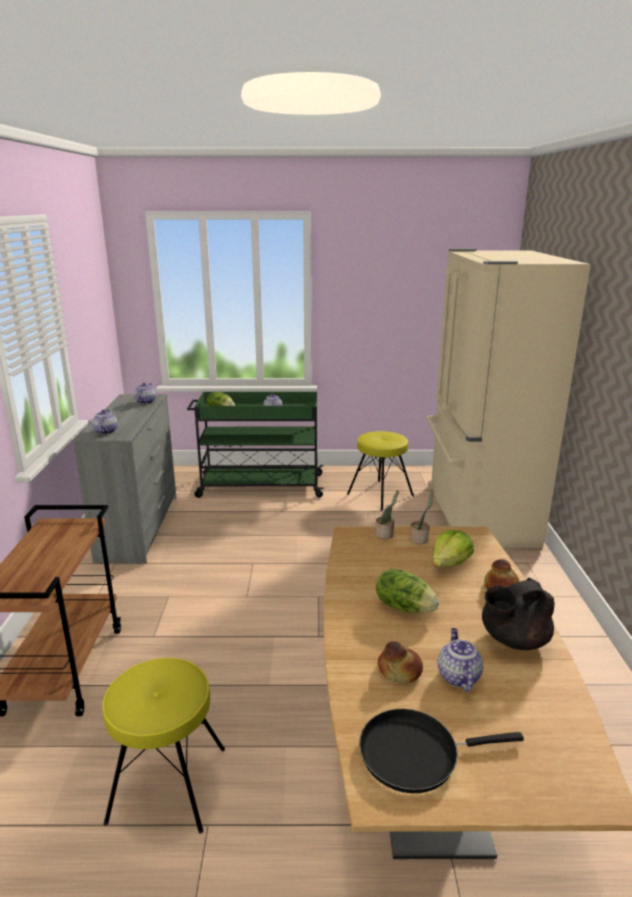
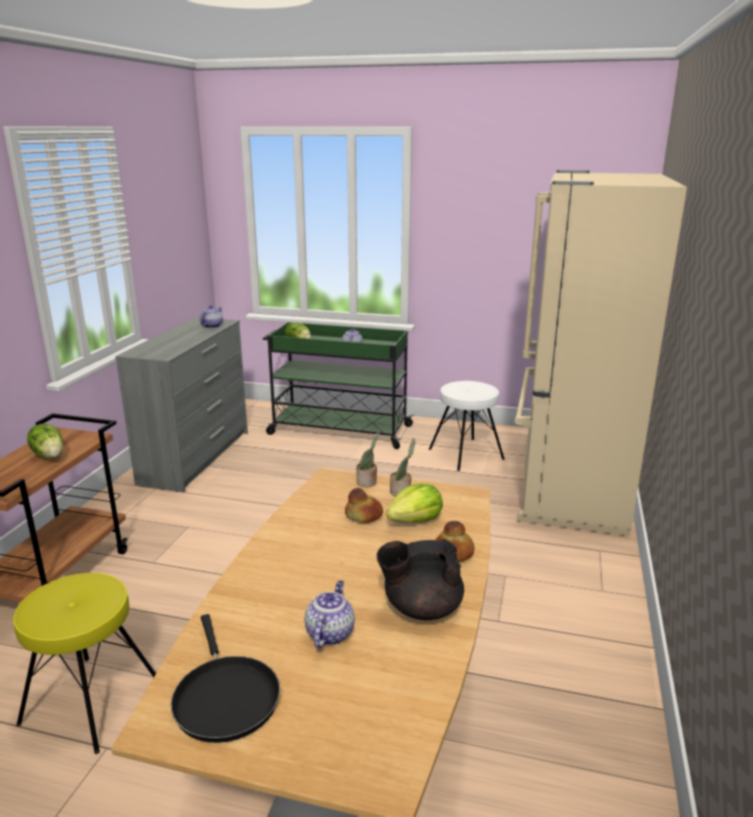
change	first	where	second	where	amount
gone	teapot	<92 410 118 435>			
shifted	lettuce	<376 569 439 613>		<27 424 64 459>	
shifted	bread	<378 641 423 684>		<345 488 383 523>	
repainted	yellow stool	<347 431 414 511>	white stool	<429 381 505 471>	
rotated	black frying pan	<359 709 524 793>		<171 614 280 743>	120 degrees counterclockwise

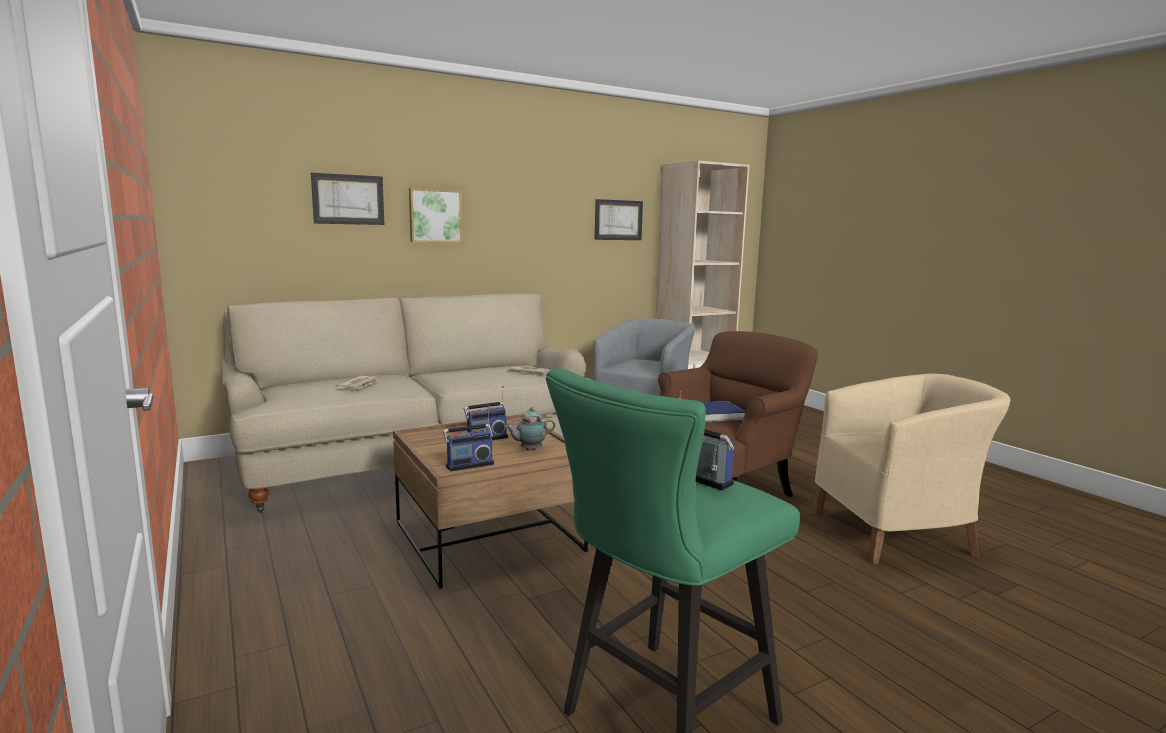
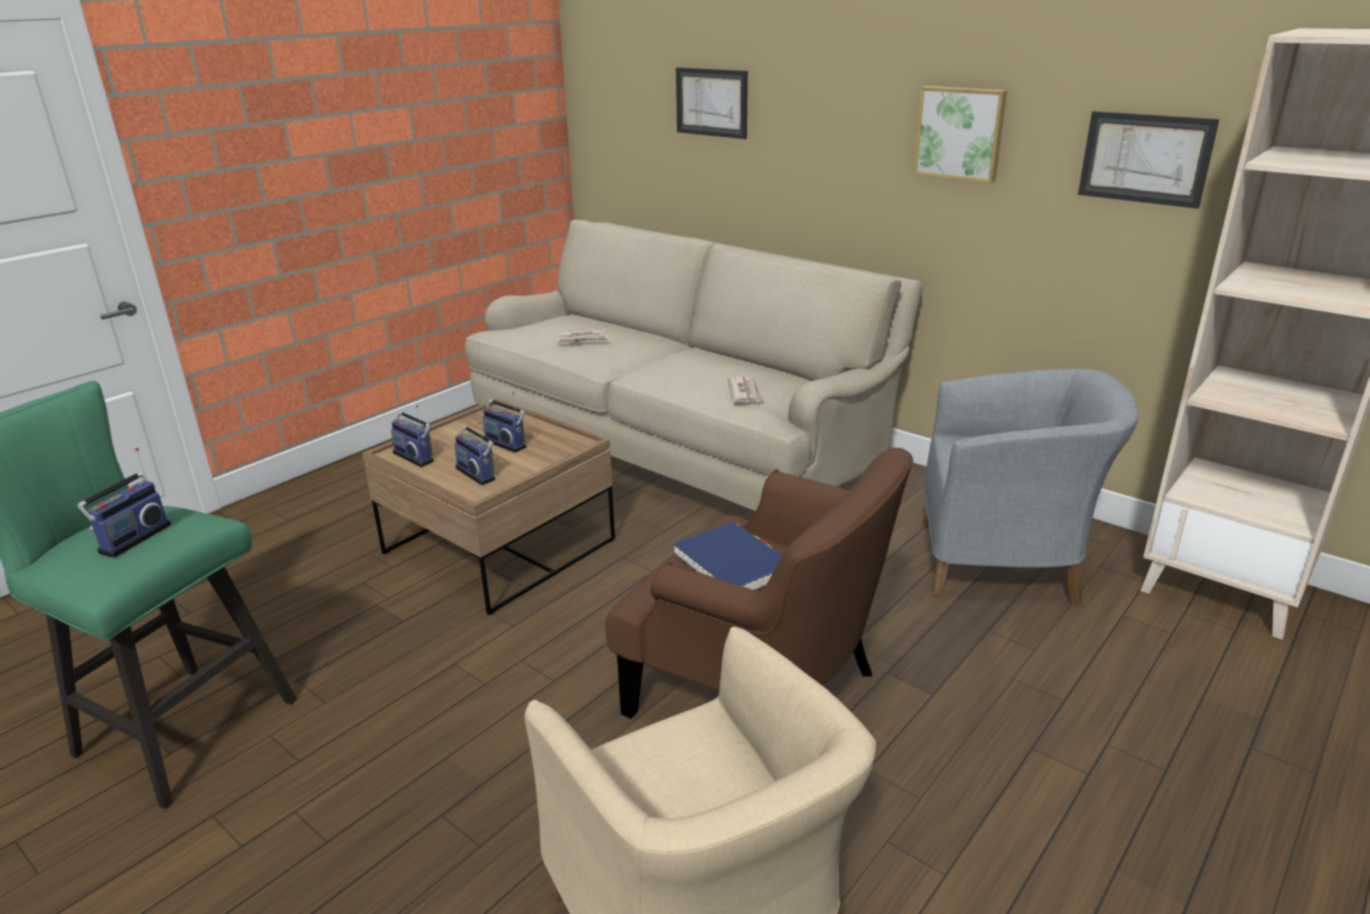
change	first	where	second	where	amount
shifted	picture	<409 188 462 243>		<913 86 1007 183>	
swapped	teapot	<505 407 555 450>	radio	<454 421 495 485>	

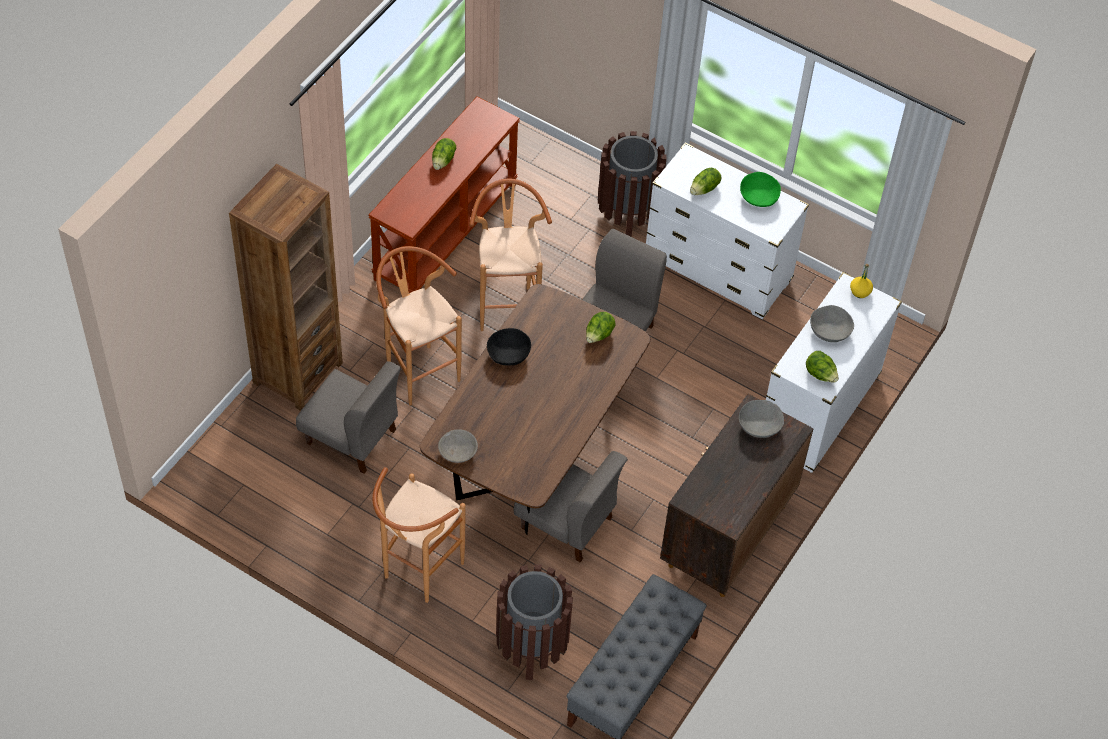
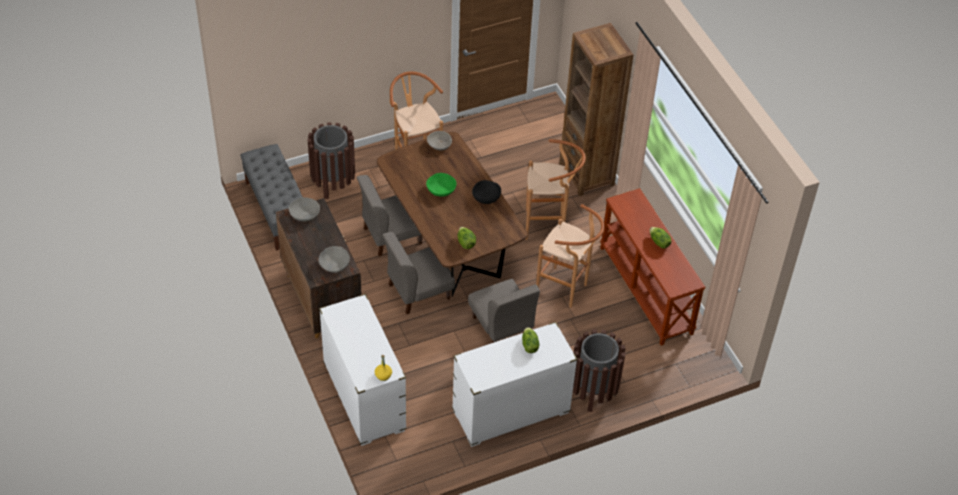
change	first	where	second	where	amount
gone	lettuce	<806 351 839 383>			
shifted	grey chair	<296 361 401 474>		<382 232 455 314>	
shifted	green bowl	<740 172 781 207>		<426 173 456 197>	
shifted	grey bowl	<810 305 854 342>		<289 197 320 222>	

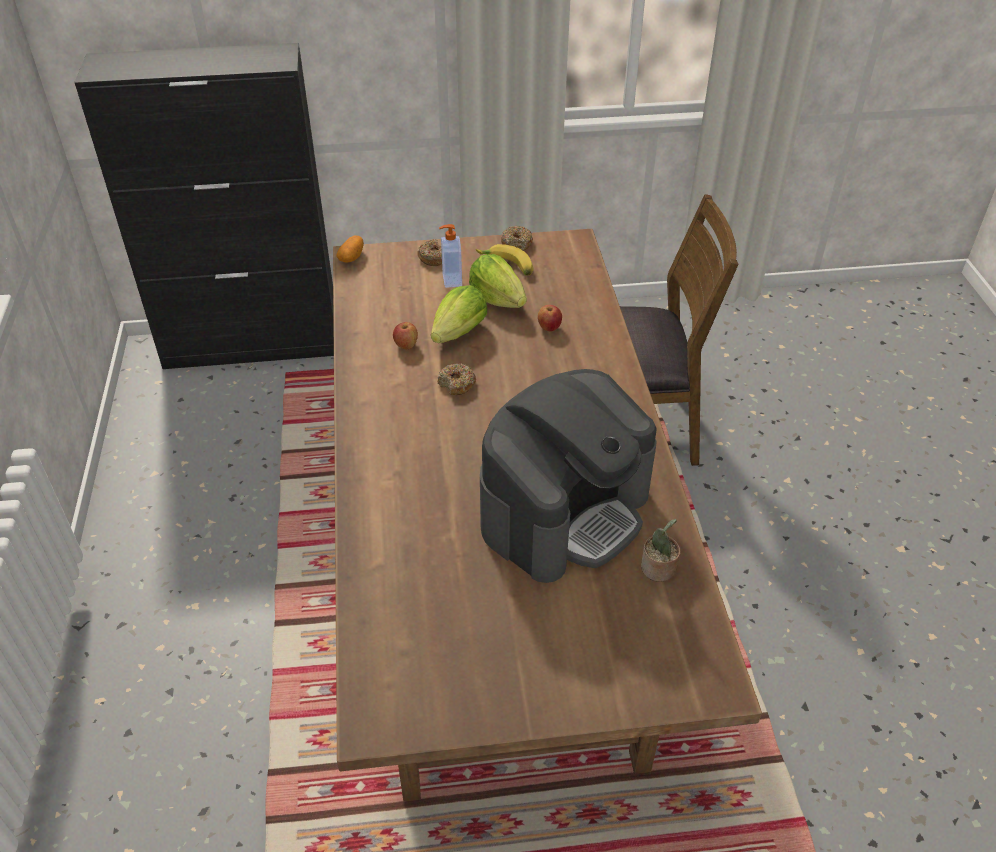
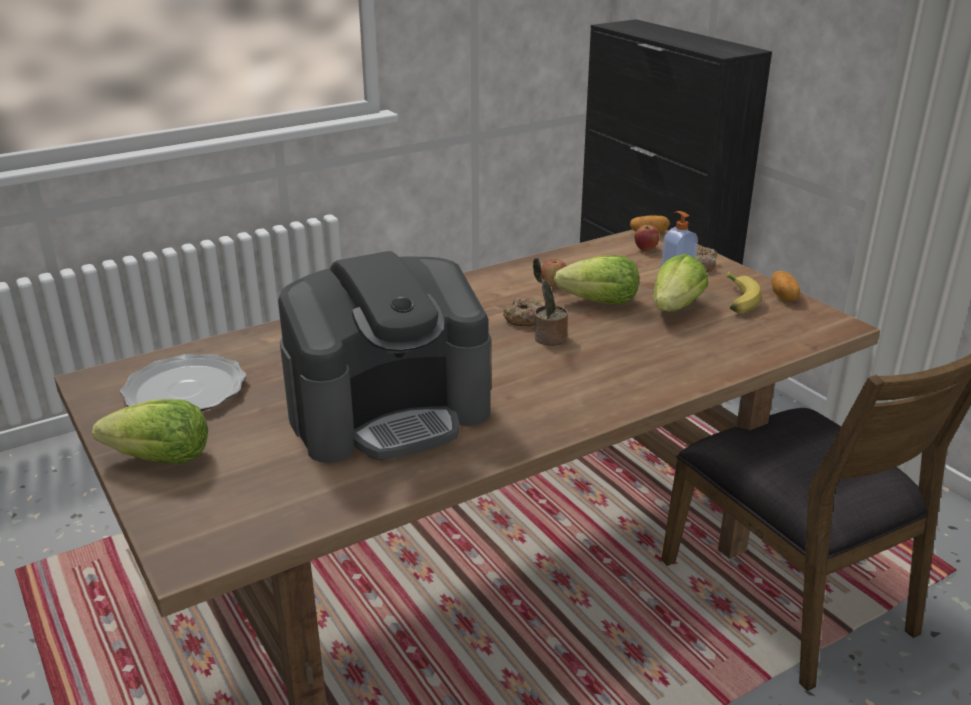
change	first	where	second	where	amount
new			lettuce	<92 399 208 464>	
new			plate	<120 354 246 411>	
shifted	apple	<538 305 562 331>		<635 225 659 251>	
shifted	potted plant	<641 519 681 582>		<533 258 568 346>	
swapped	donut	<501 226 533 251>	potato	<771 271 800 301>	
rotated	coffee machine	<480 369 657 583>		<278 251 491 463>	45 degrees counterclockwise

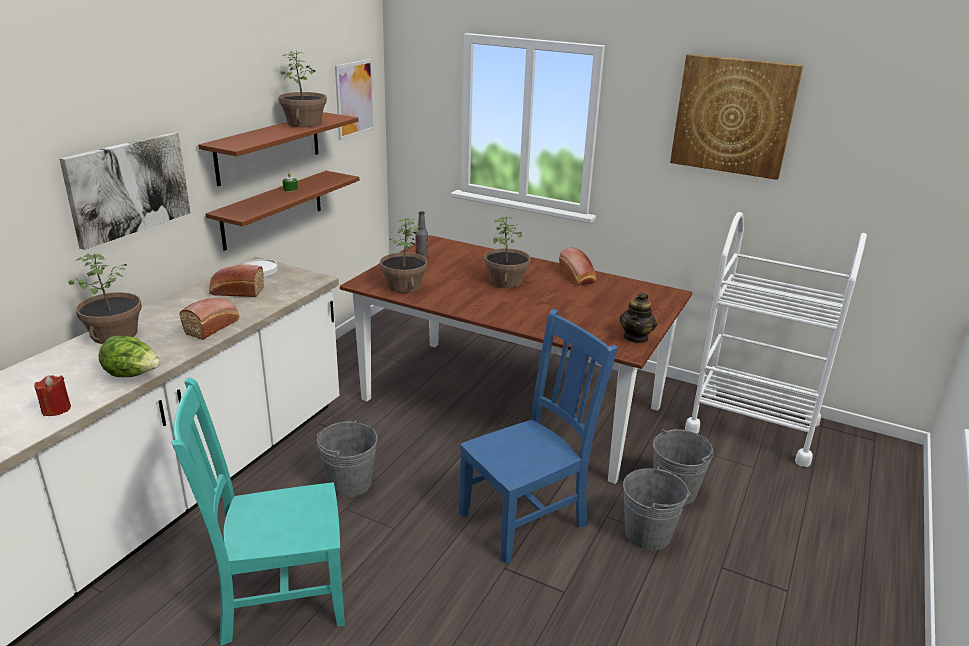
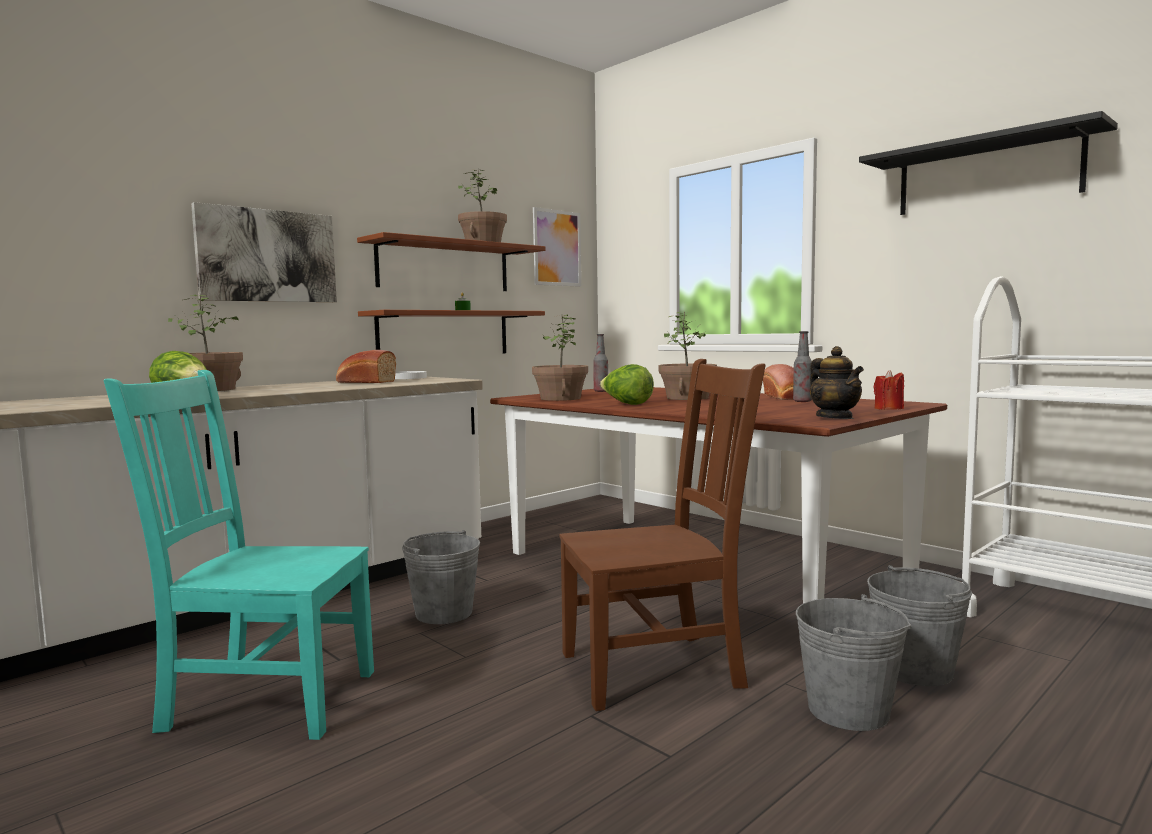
change	first	where	second	where	amount
gone	bread	<179 298 239 340>			
new			lettuce	<600 364 654 405>	
new			bottle	<793 331 812 402>	
shifted	red candle	<34 375 71 416>		<874 370 904 410>	
swapped	picture	<670 54 803 180>	black shelf	<859 111 1118 215>	
repainted	blue chair	<459 309 618 564>	brown chair	<559 359 766 711>	
rotated	teapot	<619 293 657 343>		<810 346 864 419>	60 degrees counterclockwise

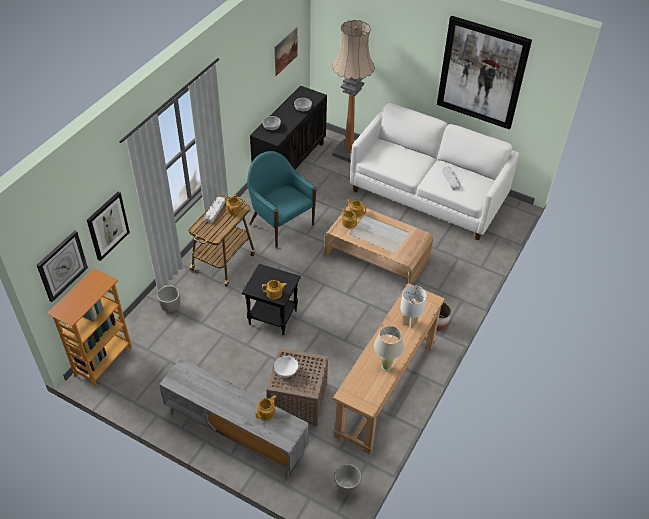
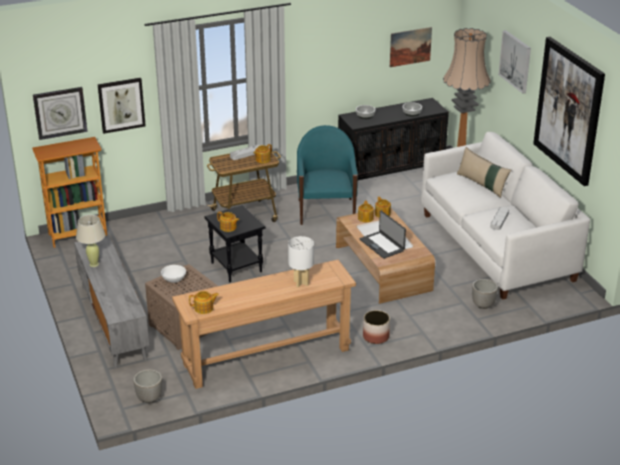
change	first	where	second	where	amount
new			laptop	<359 211 406 259>	
new			beige pillow	<457 147 511 198>	
new			picture	<498 30 531 94>	
shifted	planter	<157 286 181 312>		<472 279 498 309>	
shifted	teapot	<255 395 277 420>		<189 291 219 314>	
shifted	beige table lamp	<374 326 404 371>		<76 215 105 267>	

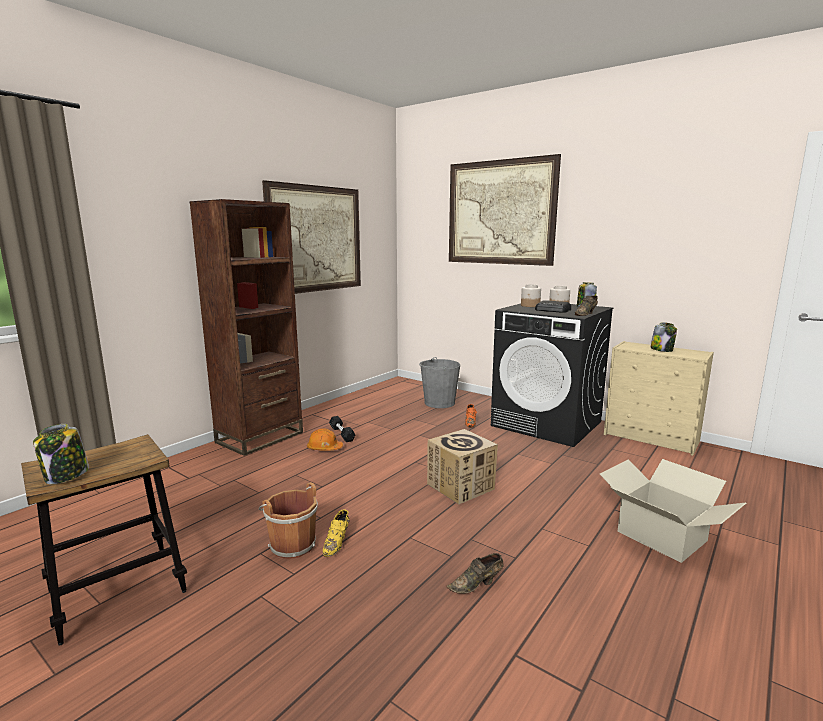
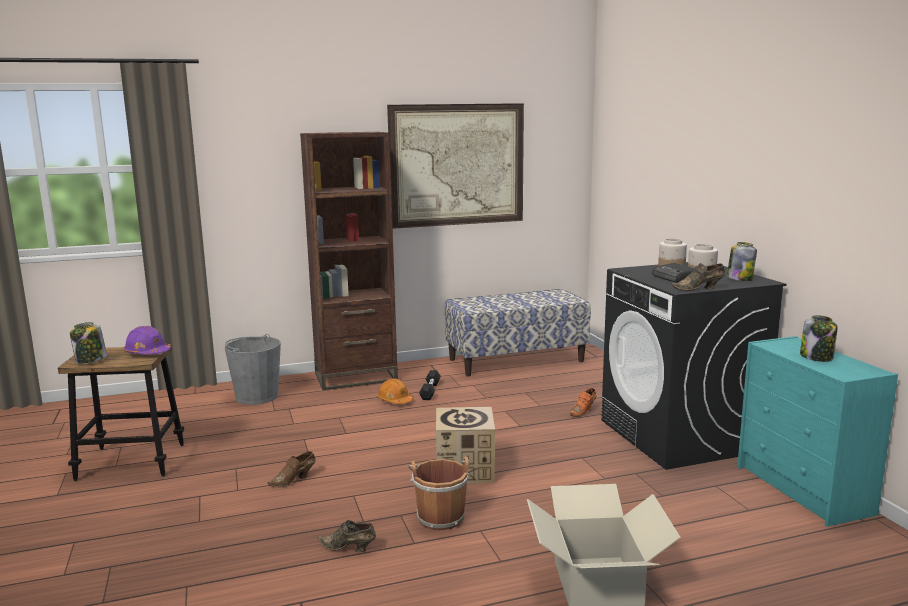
change	first	where	second	where	amount
gone	picture	<449 154 561 266>			
new			purple hard hat	<124 326 171 355>	
new			bench	<445 289 591 376>	
shifted	brown bucket	<259 482 318 559>		<408 457 470 531>	
shifted	grey bucket	<419 357 460 408>		<225 334 281 405>	
repainted	yellow shoe	<323 509 350 557>	brown shoe	<267 451 316 487>	
repainted	beige dresser	<604 341 714 456>	turquoise dresser	<737 336 898 527>	

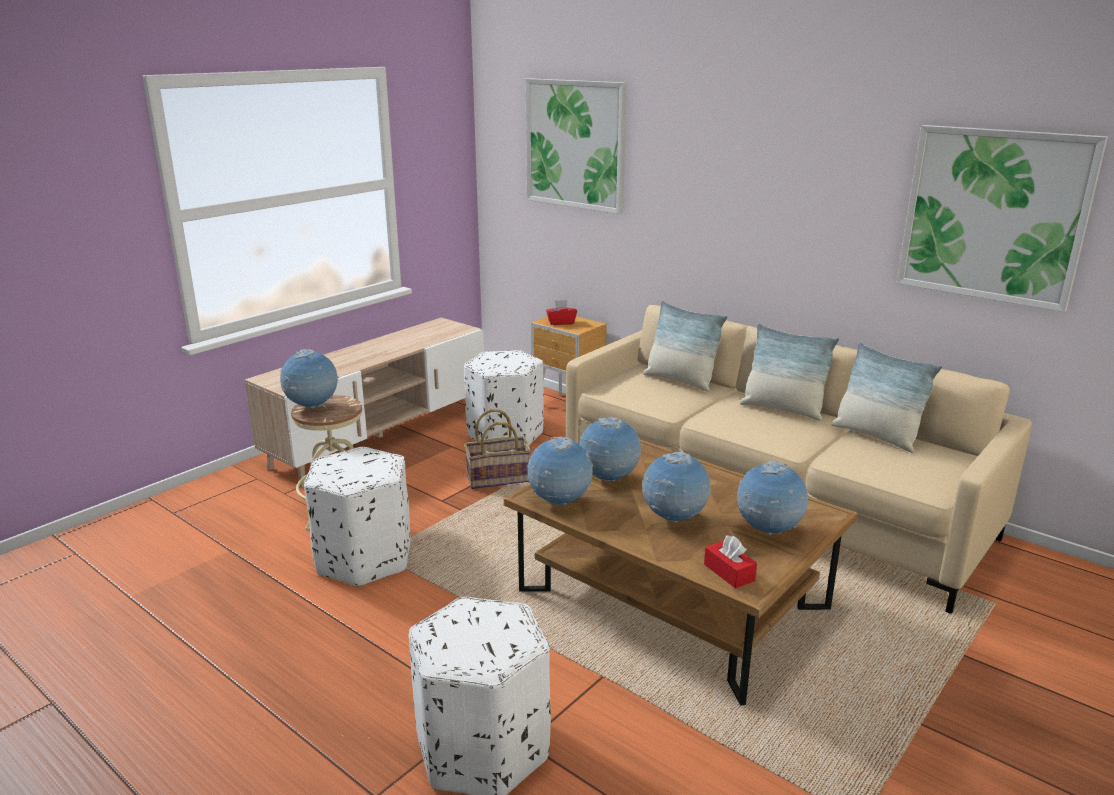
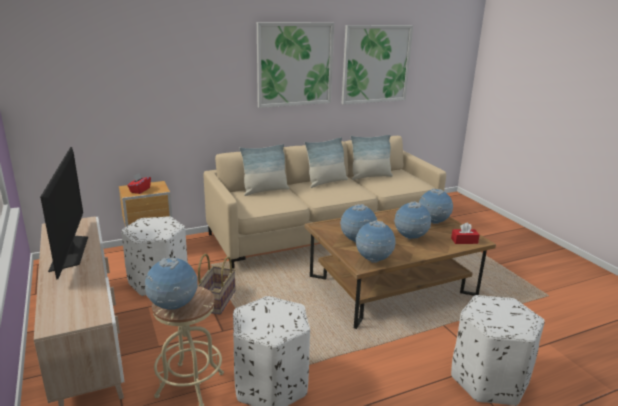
change	first	where	second	where	amount
new			television	<40 147 88 279>	
shifted	picture	<525 78 627 214>		<257 22 334 108>	

